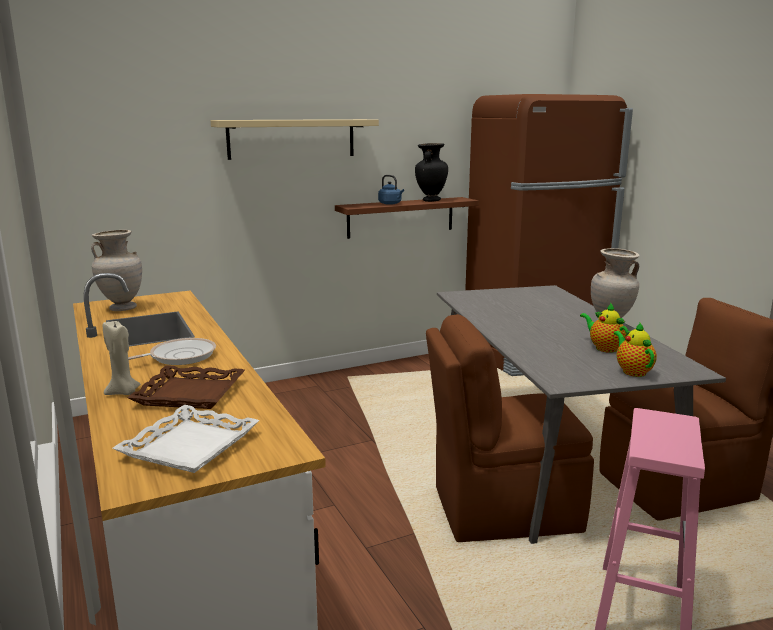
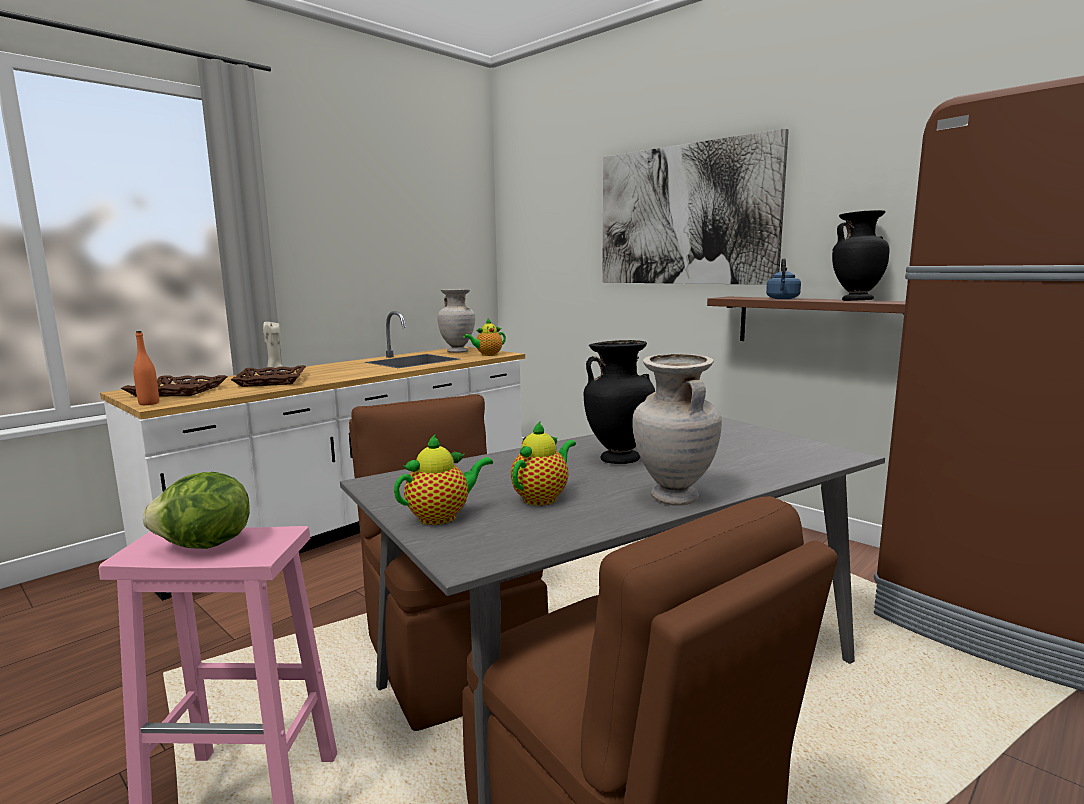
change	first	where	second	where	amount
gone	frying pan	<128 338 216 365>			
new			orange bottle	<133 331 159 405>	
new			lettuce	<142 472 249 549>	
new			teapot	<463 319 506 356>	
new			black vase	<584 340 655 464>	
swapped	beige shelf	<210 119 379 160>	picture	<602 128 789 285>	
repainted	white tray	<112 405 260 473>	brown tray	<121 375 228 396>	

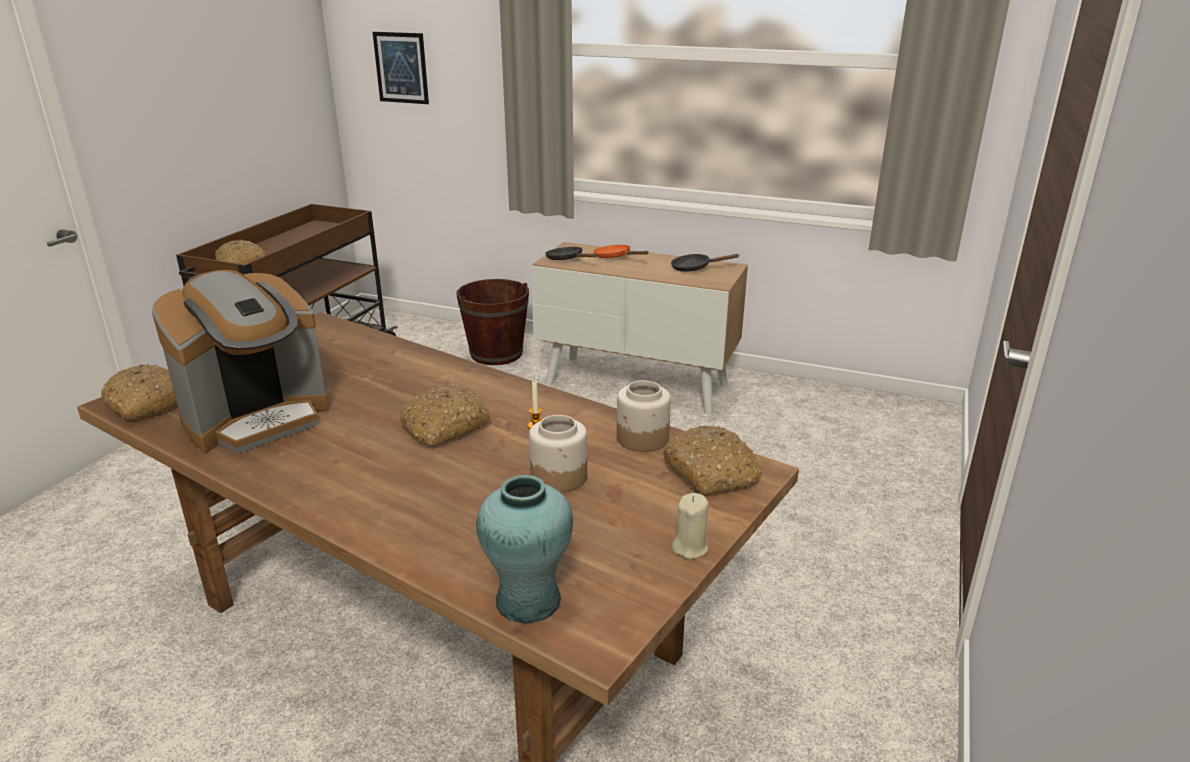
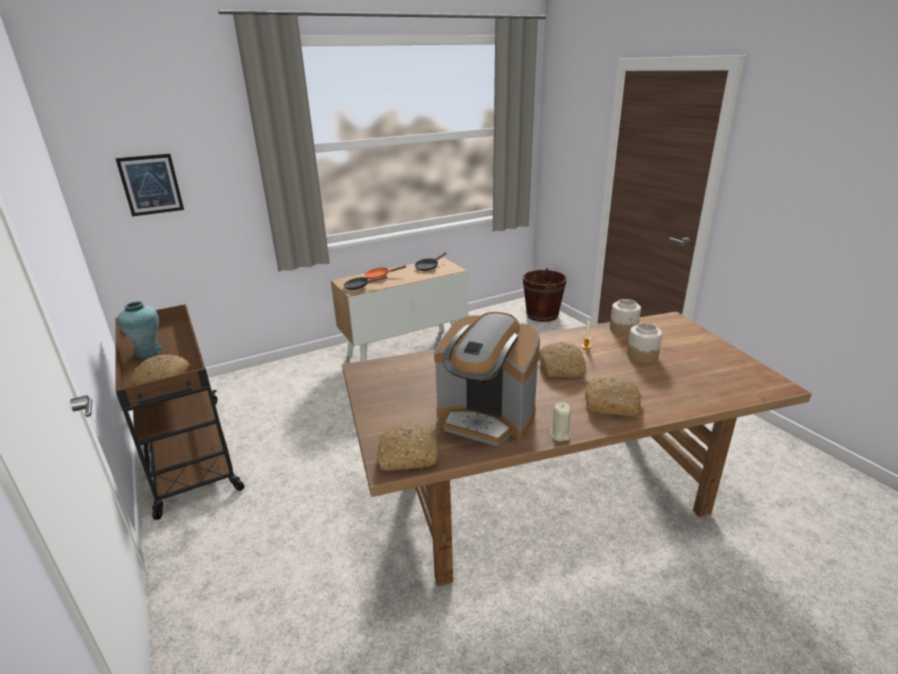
change	first	where	second	where	amount
shifted	brown bucket	<456 279 529 365>		<523 268 567 322>	
shifted	turquoise vase	<476 475 573 623>		<117 301 163 359>	
shifted	bread	<663 426 762 495>		<585 376 642 416>	
shifted	beige candle	<671 493 709 559>		<550 402 571 441>	
rotated	coffee machine	<151 270 329 453>		<434 312 540 447>	120 degrees clockwise

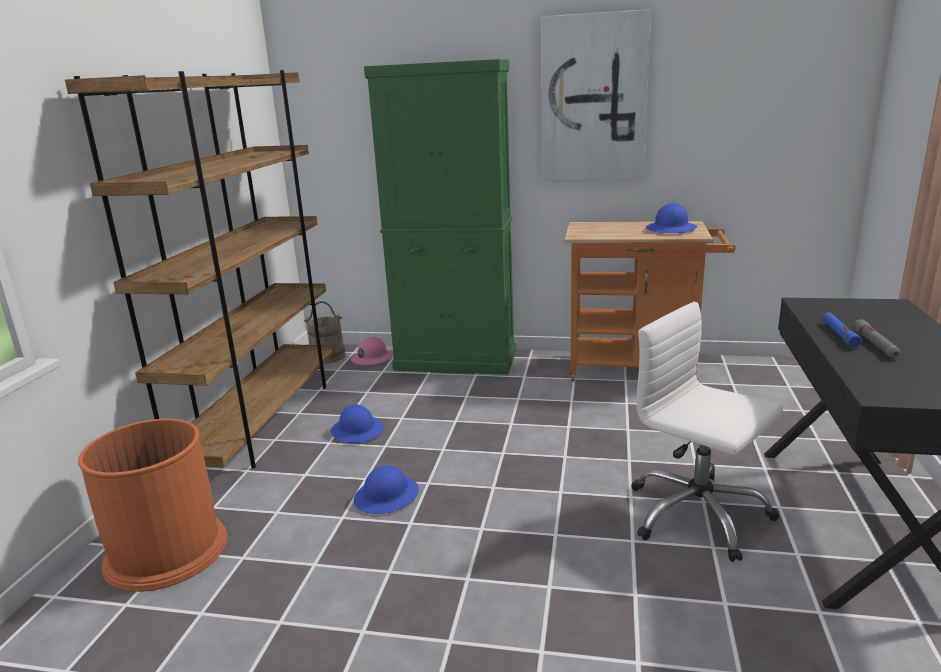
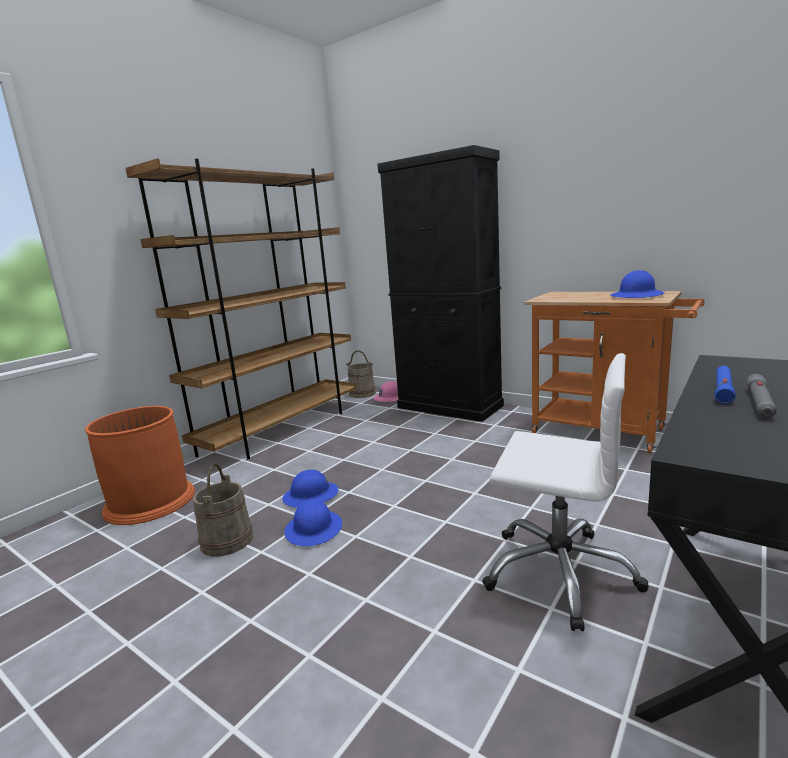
change	first	where	second	where	amount
gone	picture	<541 9 651 181>			
new			beige bucket	<193 463 253 557>	
shifted	blue hard hat	<331 404 383 443>		<284 499 342 546>	
repainted	green cabinet	<364 59 516 375>	black cabinet	<377 145 504 422>	
rotated	white office chair	<631 302 783 562>		<482 353 649 631>	135 degrees clockwise

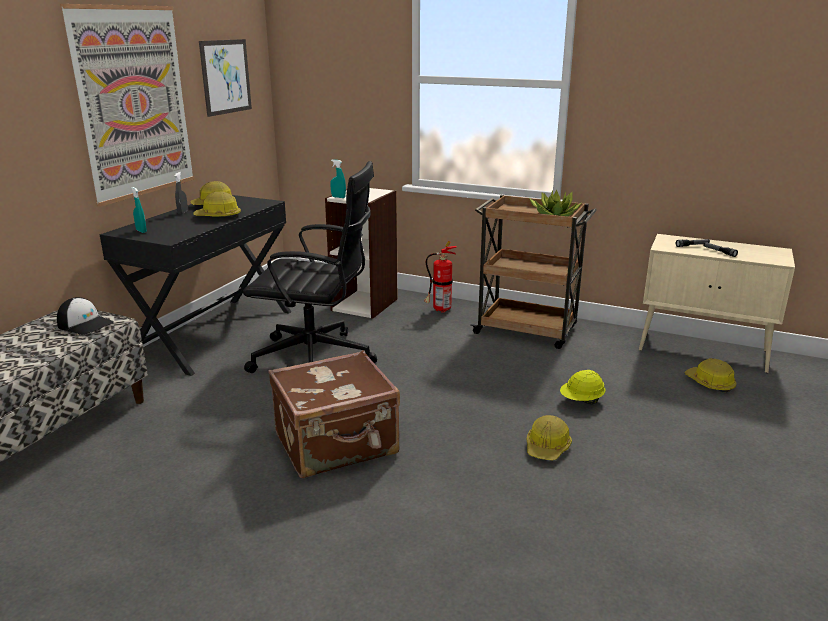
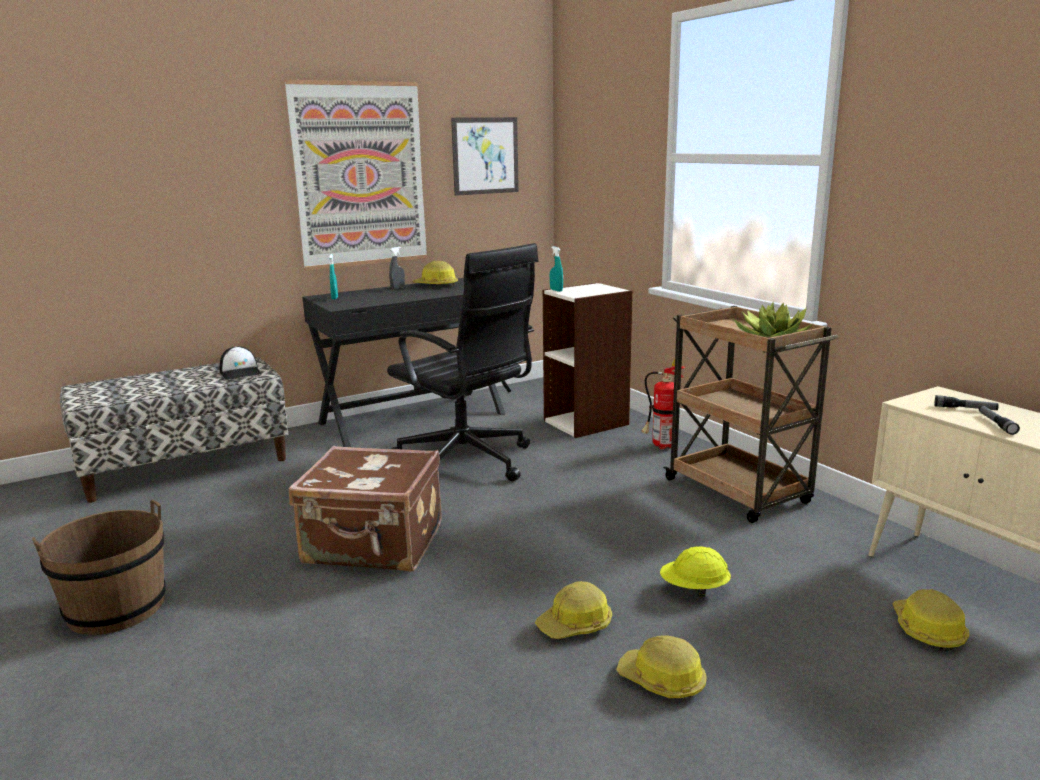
change	first	where	second	where	amount
new			brown bucket	<32 499 165 635>	
shifted	hard hat	<193 192 241 217>		<616 635 707 698>	

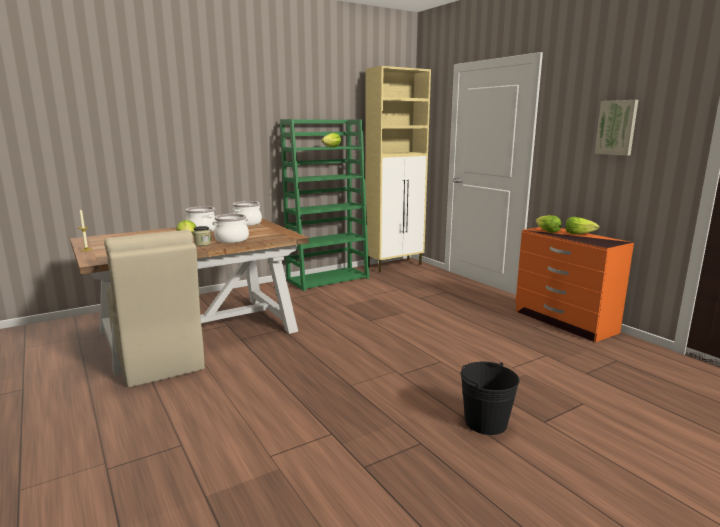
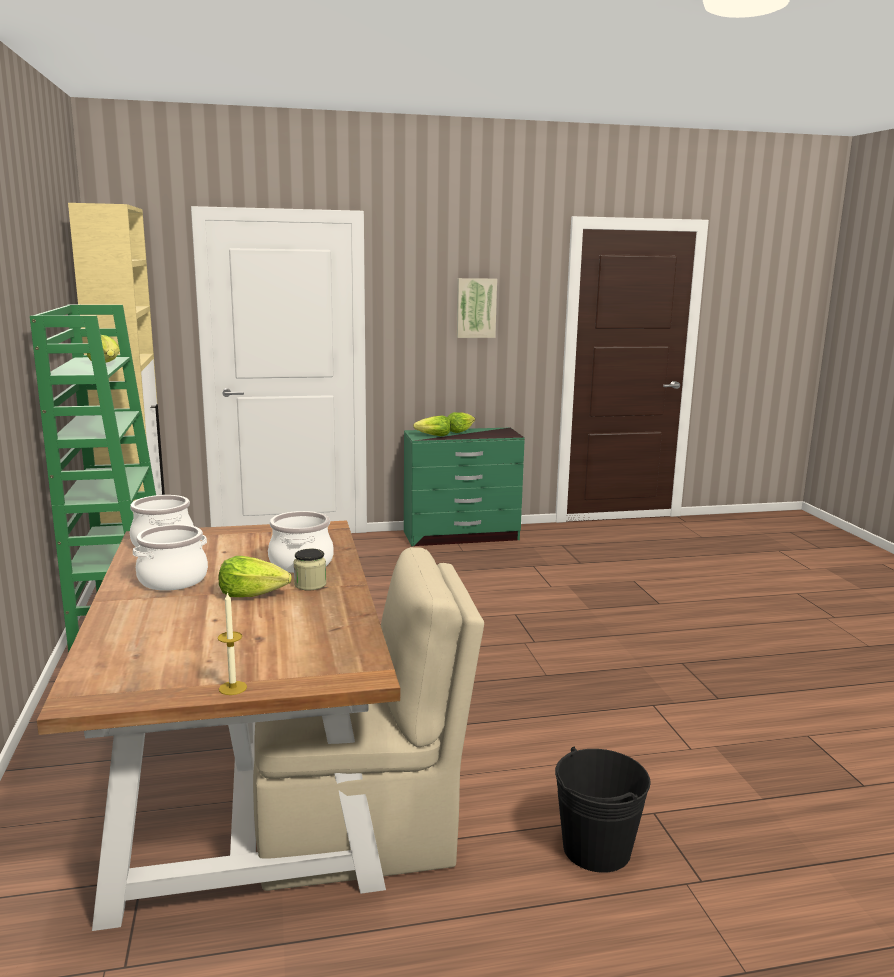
change	first	where	second	where	amount
shifted	black bucket	<461 362 520 435>		<555 747 651 873>	
repainted	orange dresser	<515 227 634 342>	green dresser	<404 428 525 546>	

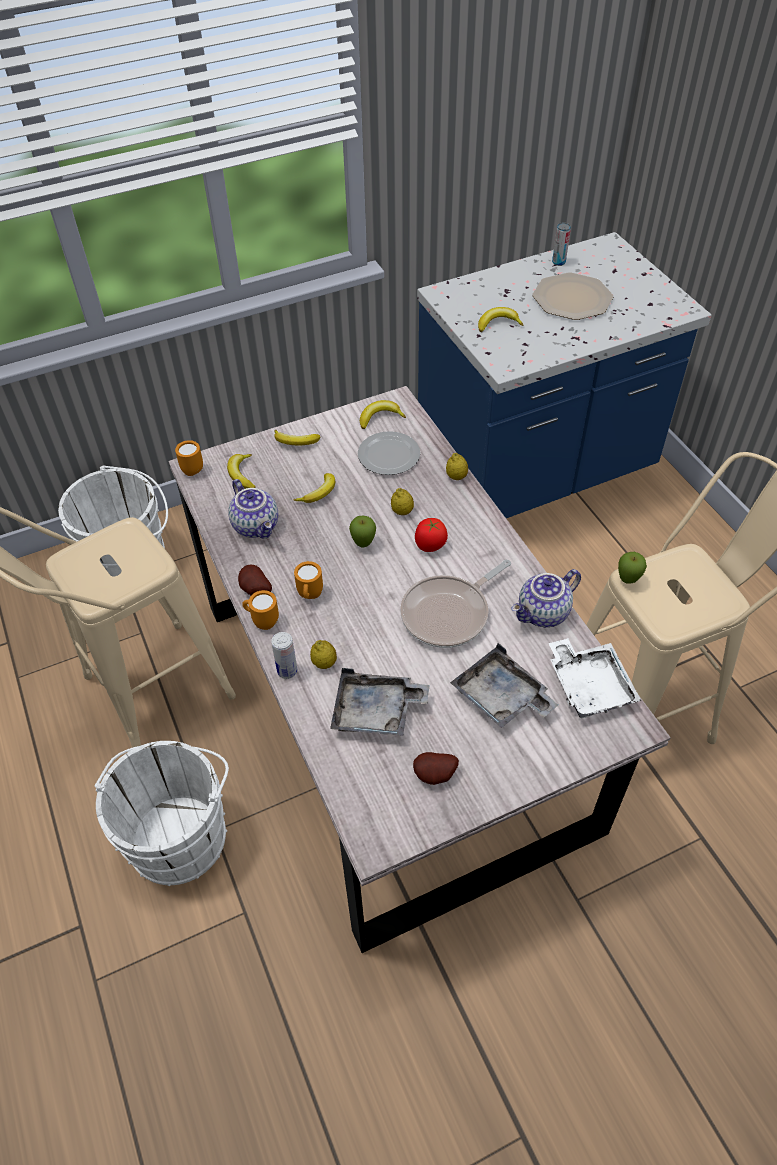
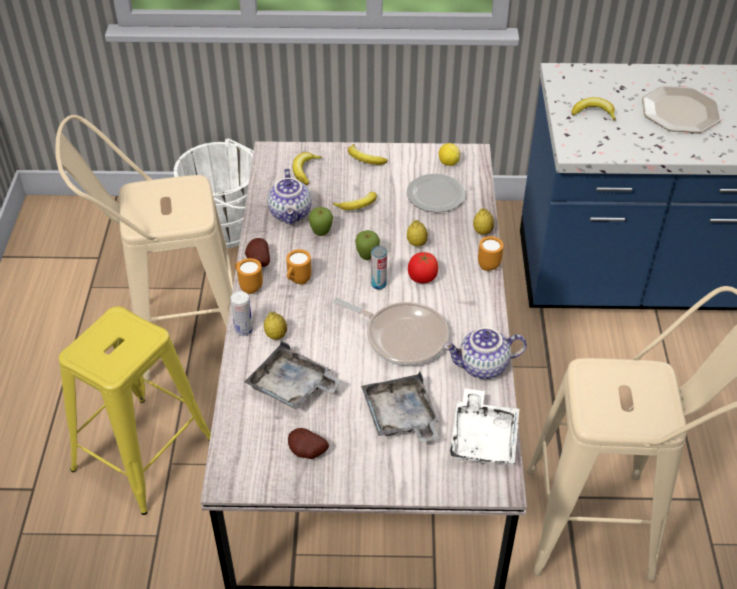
change	first	where	second	where	amount
shifted	orange mug	<175 440 203 476>		<478 236 504 271>	
shifted	can	<552 222 571 266>		<371 246 387 289>	
shifted	apple	<618 552 647 584>		<308 207 333 236>	
swapped	white bucket	<95 741 229 886>	yellow stool	<59 306 211 515>	
swapped	banana	<360 400 406 429>	lemon	<439 143 460 166>	
rotated	frying pan	<400 560 511 648>		<334 298 449 366>	135 degrees counterclockwise

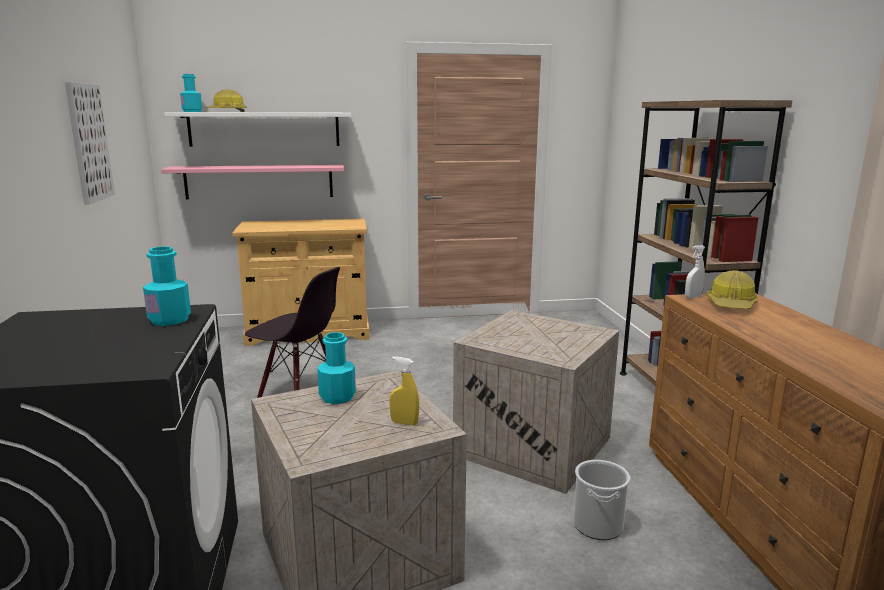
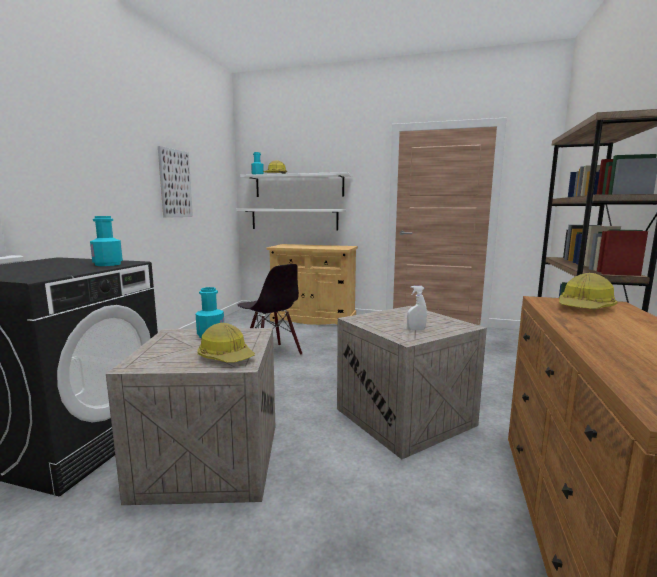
change	first	where	second	where	amount
gone	bucket	<573 460 630 540>			
shifted	white spray bottle	<685 245 705 298>		<407 286 427 330>	
swapped	yellow spray bottle	<389 356 419 425>	hard hat	<197 323 255 363>	
repainted	pink shelf	<161 165 344 199>	white shelf	<236 209 346 230>	

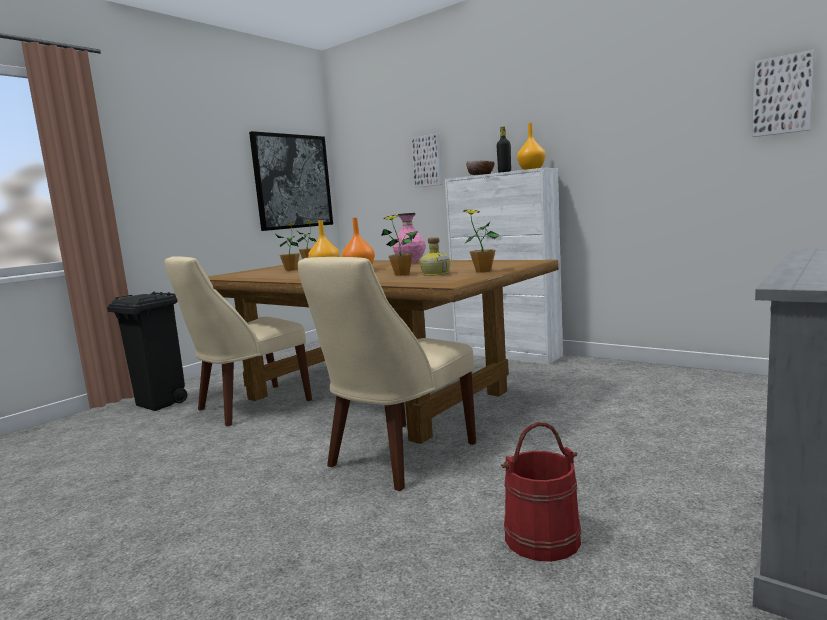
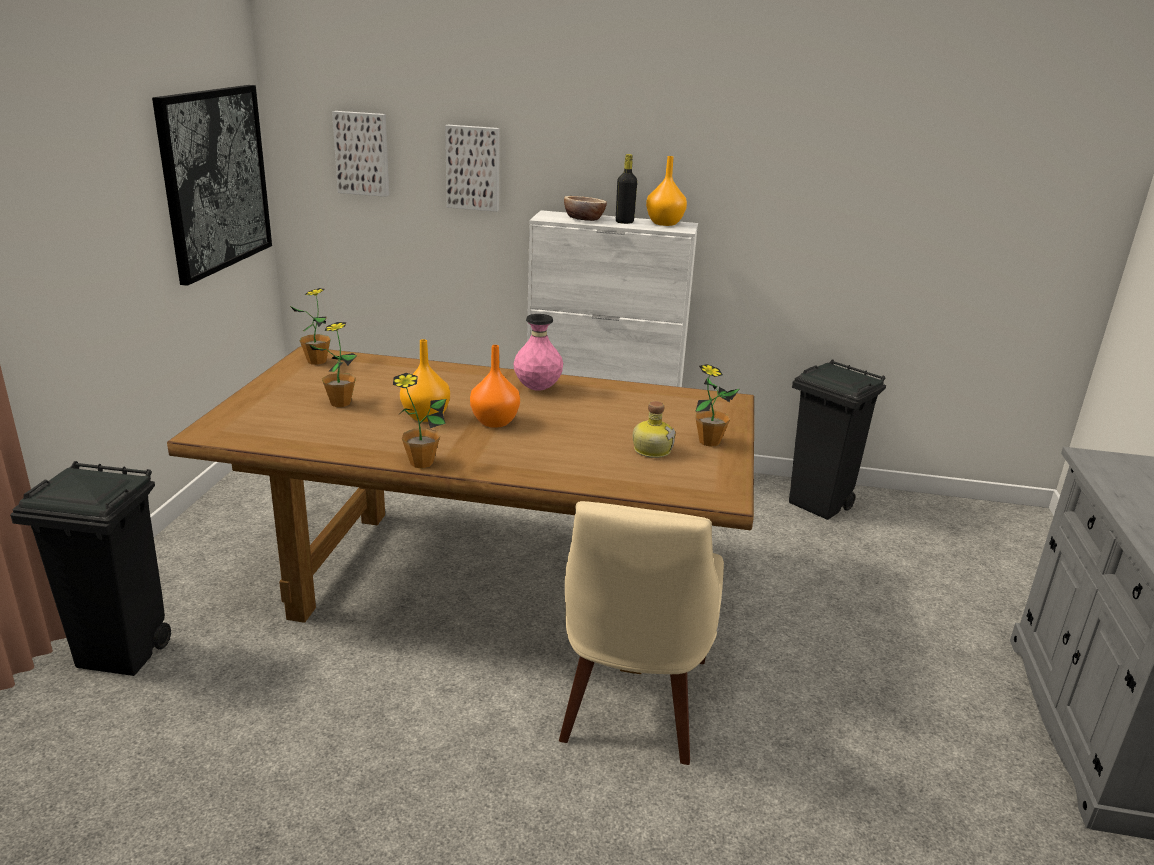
change	first	where	second	where	amount
gone	beige chair	<165 256 312 426>			
gone	red bucket	<501 422 581 562>			
new			black trash can	<789 360 886 520>	
shifted	potted plant	<381 215 418 276>		<393 373 446 468>	
shifted	picture	<752 50 815 137>		<332 111 389 197>	

